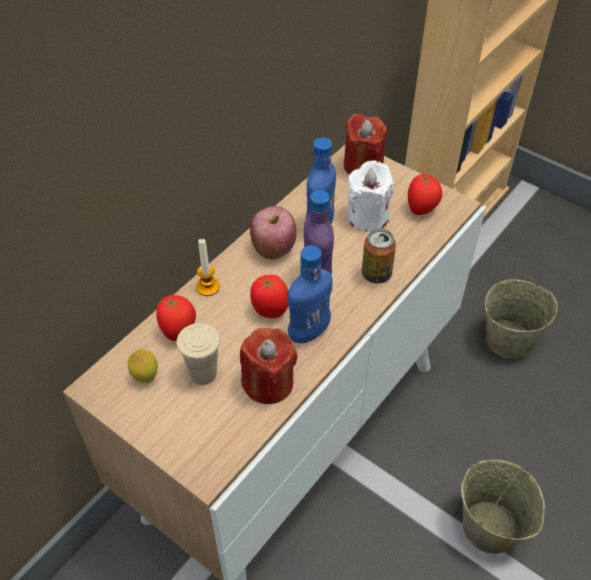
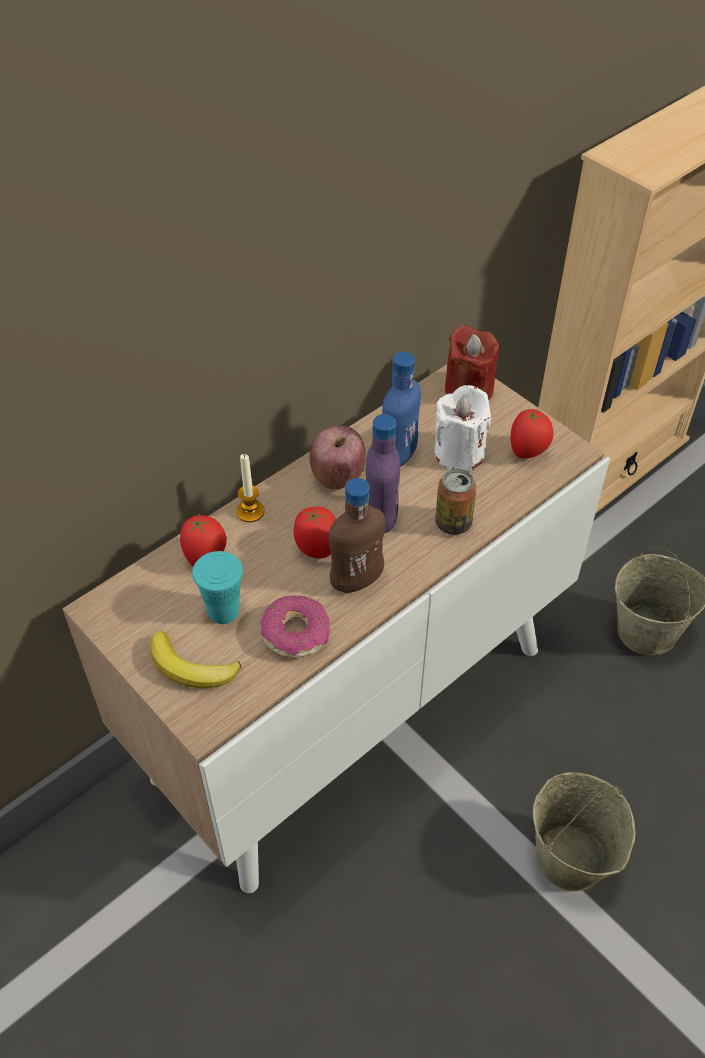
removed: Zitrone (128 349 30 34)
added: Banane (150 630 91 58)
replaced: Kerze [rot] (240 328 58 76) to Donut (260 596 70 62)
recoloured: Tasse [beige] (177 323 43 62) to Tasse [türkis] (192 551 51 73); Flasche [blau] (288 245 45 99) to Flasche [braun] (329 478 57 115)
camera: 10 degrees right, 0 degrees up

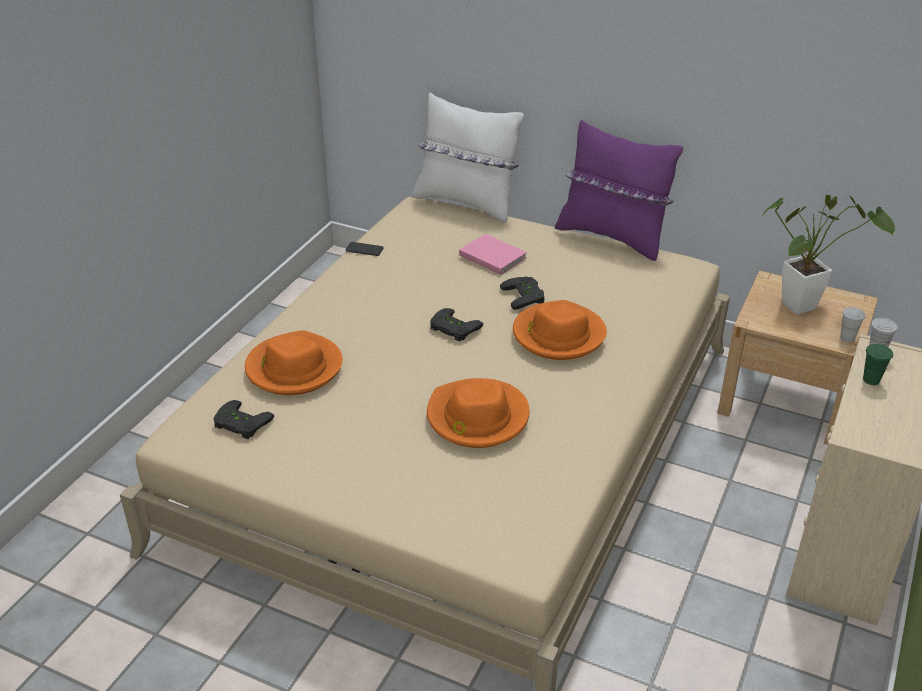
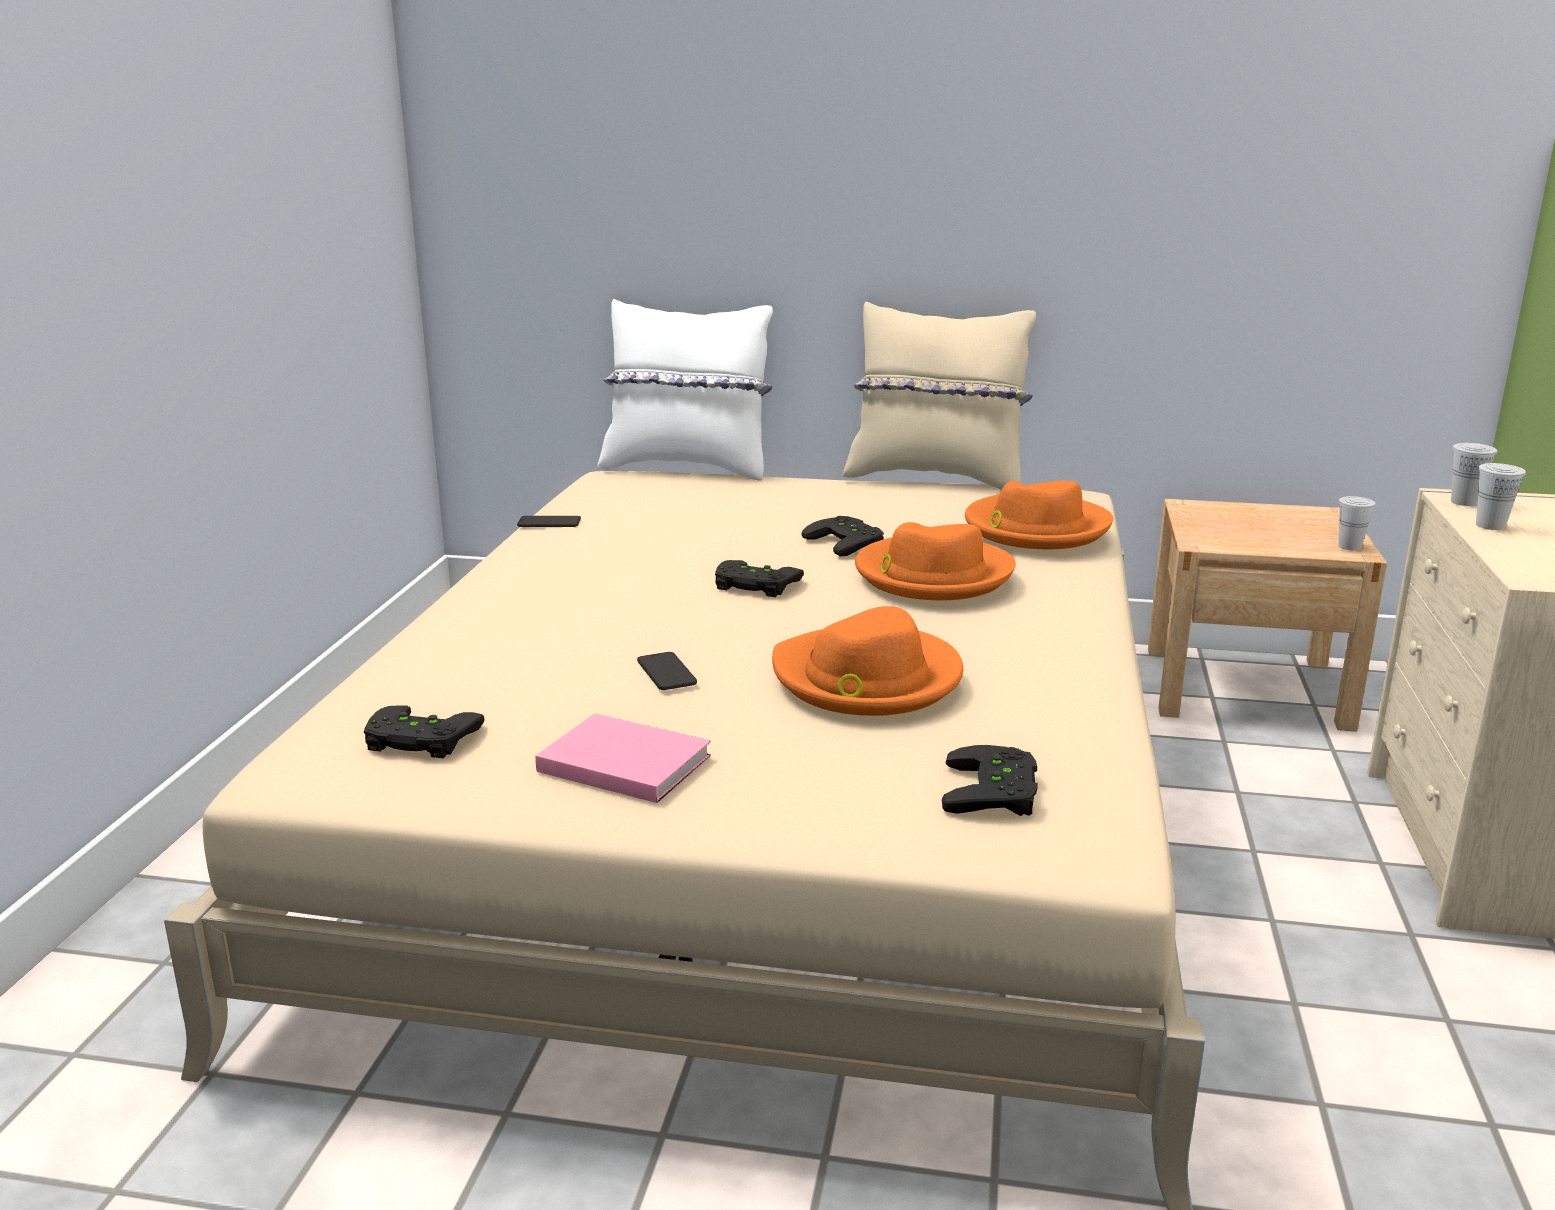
removed: Topfpflanze (762 195 133 120)
added: Handy (637 652 60 38); Gamepad [schwarz] (942 745 96 71)
moved: Buch [rosa] (459 234 68 41) to (535 713 176 90); Hut [orange] (245 330 98 65) to (965 480 148 69)
recoloured: Kissen [lila] (555 120 128 141) to Kissen [beige] (843 302 193 188); Tasse [grün] (863 344 30 41) to Tasse [weiß] (1476 463 50 67)
camera: 15 degrees left, 15 degrees down

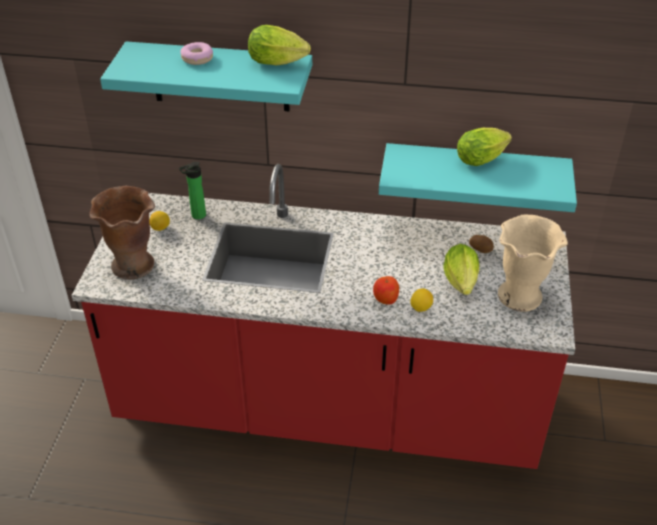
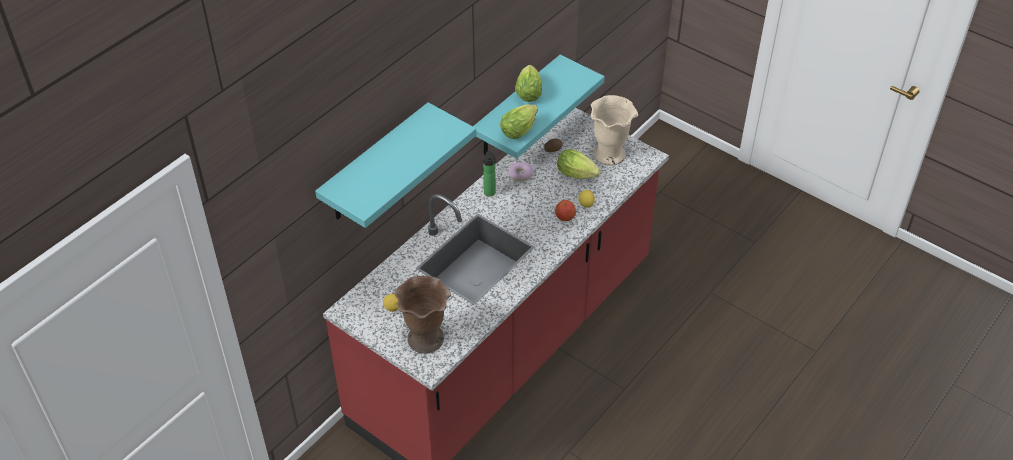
moved: Flasche (179 162 27 58) to (483 150 13 47); Salatkopf (248 25 63 40) to (500 105 38 34); Donut (180 42 33 23) to (508 162 25 20)
camera: 60 degrees left, 5 degrees up

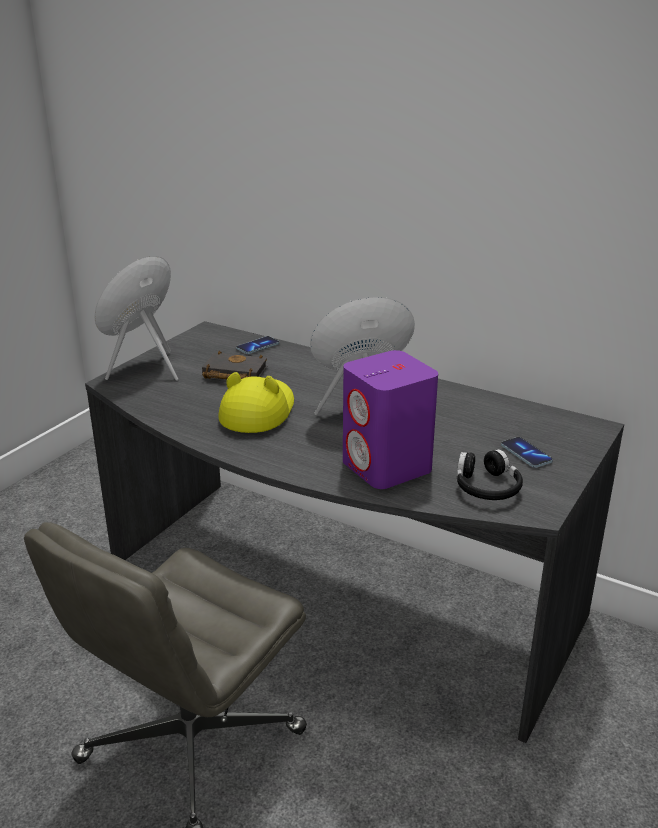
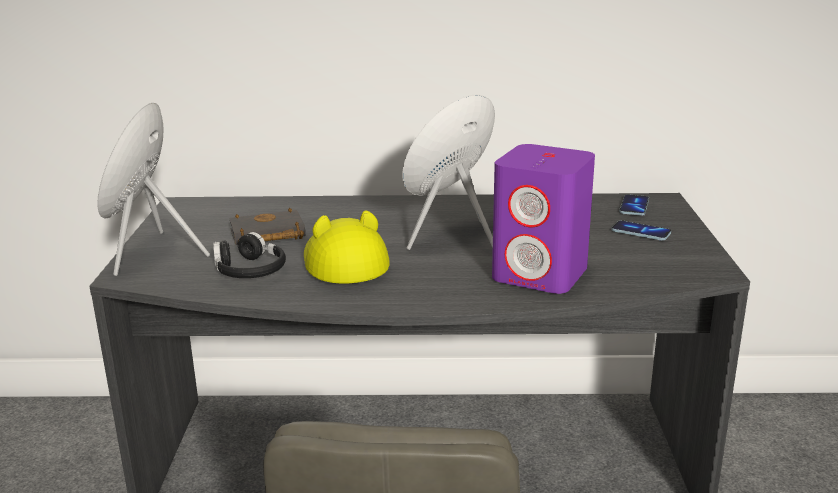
moved: Kopfhörer [schwarz] (457 449 66 51) to (213 232 73 46); Handy (236 336 43 18) to (619 194 30 22)
camera: 30 degrees left, 5 degrees down

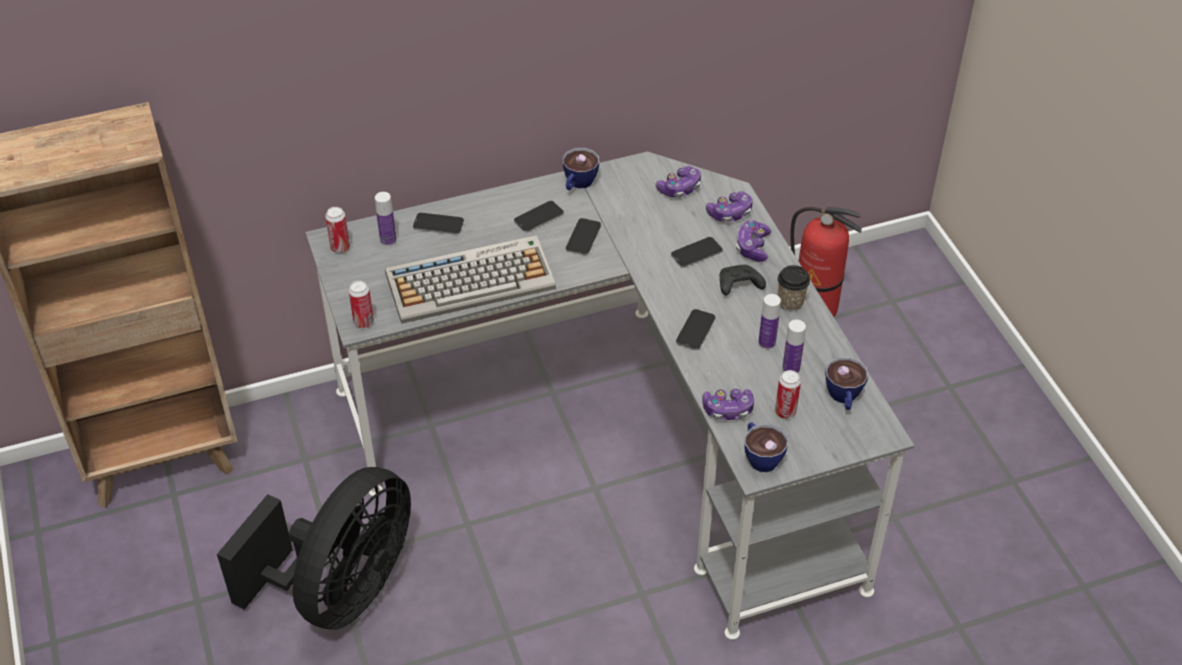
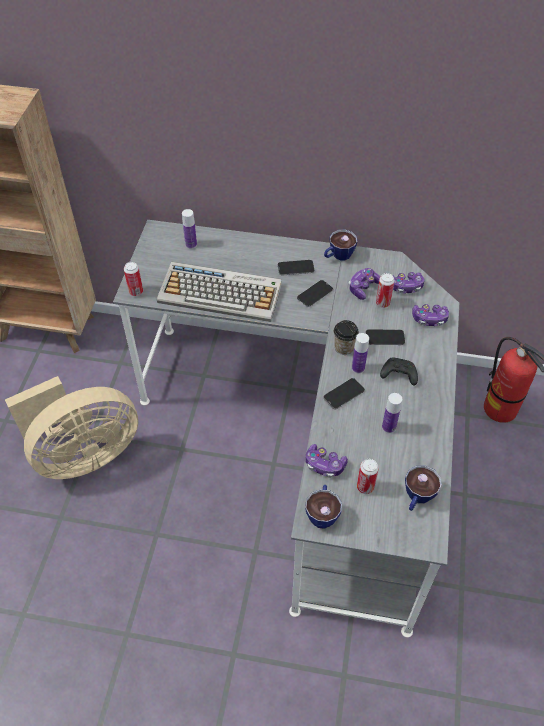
removed: Handy (413 213 51 22)
moved: Tasse (778 265 32 47) to (334 320 25 35); Gamepad (736 220 36 42) to (349 268 31 32); Flasche (782 320 24 53) to (352 333 17 41); Dose (325 207 25 46) to (376 273 19 35)
recoloured: Ventilator [schwarz] (217 467 194 163) to Ventilator [beige] (5 376 133 103)
camera: 30 degrees right, 5 degrees up

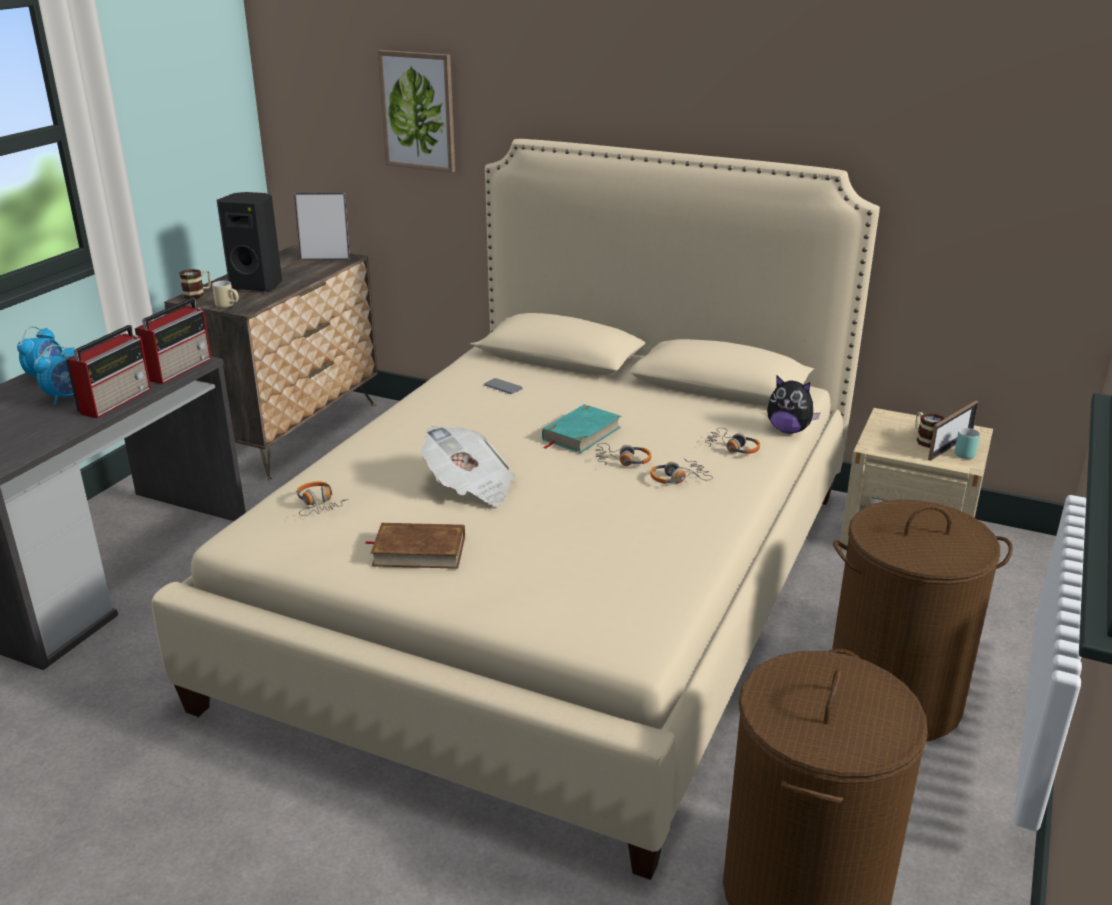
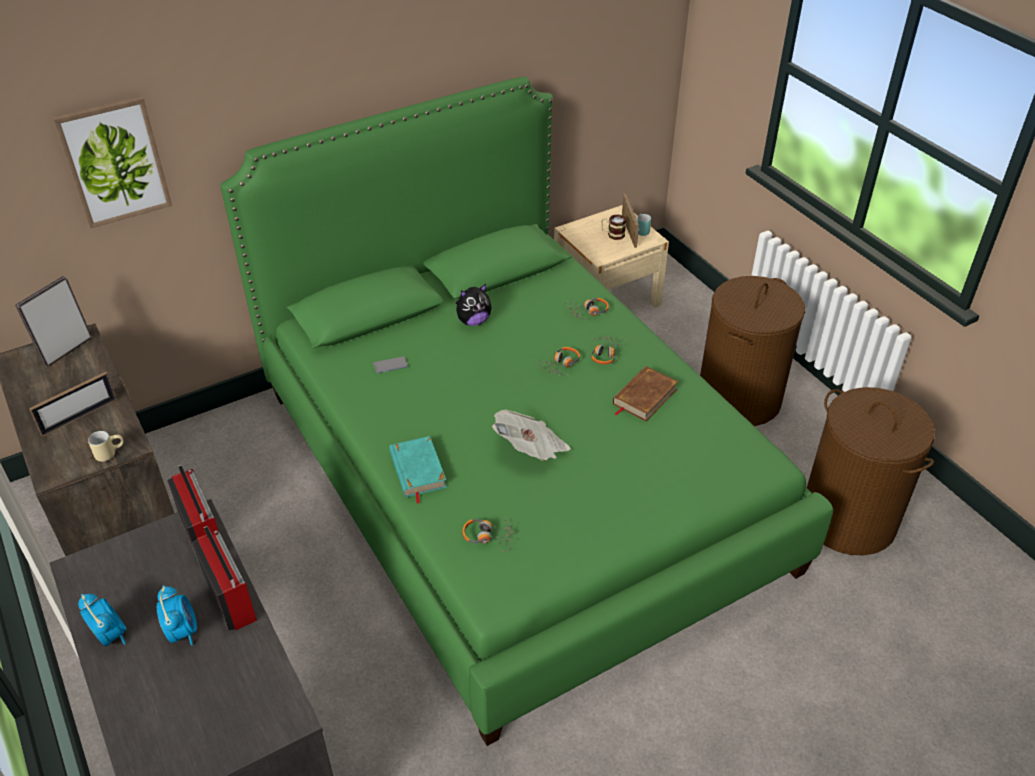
removed: Henkelbecher (179 269 32 30)
moved: Buch [türkis] (542 404 79 49) to (389 436 58 68); Plüschtier (767 376 53 57) to (456 284 36 42); Buch [braun] (365 523 100 46) to (613 366 65 55)
replaced: Lautsprecher [schwarz] (217 192 65 99) to Bilderrahmen (29 372 88 65)
recoloured: Bett [beige] (151 139 729 741) to Bett [grün] (220 77 613 669)
camera: 55 degrees left, 15 degrees up

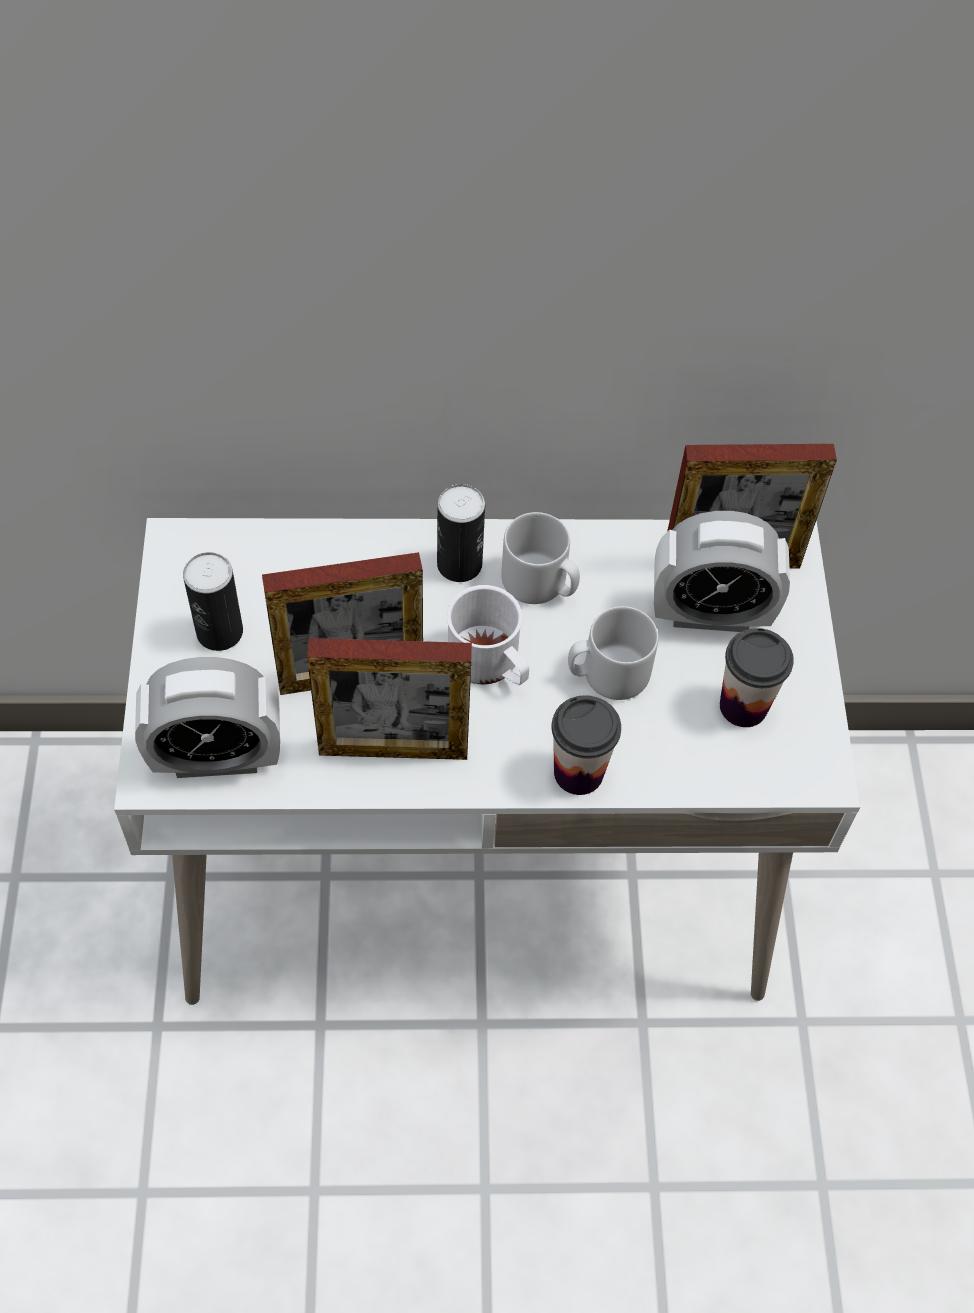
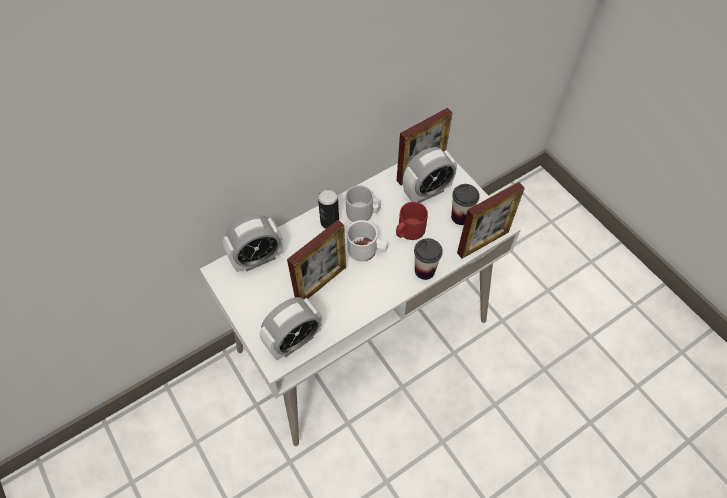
removed: Dose (183 552 60 99)
added: Wecker (223 215 61 57)
moved: Bilderrahmen (307 638 165 122) to (457 182 68 77)
recoloured: Henkelbecher [grau] (568 606 90 94) to Henkelbecher [rot] (396 202 32 38)
camera: 30 degrees left, 0 degrees up

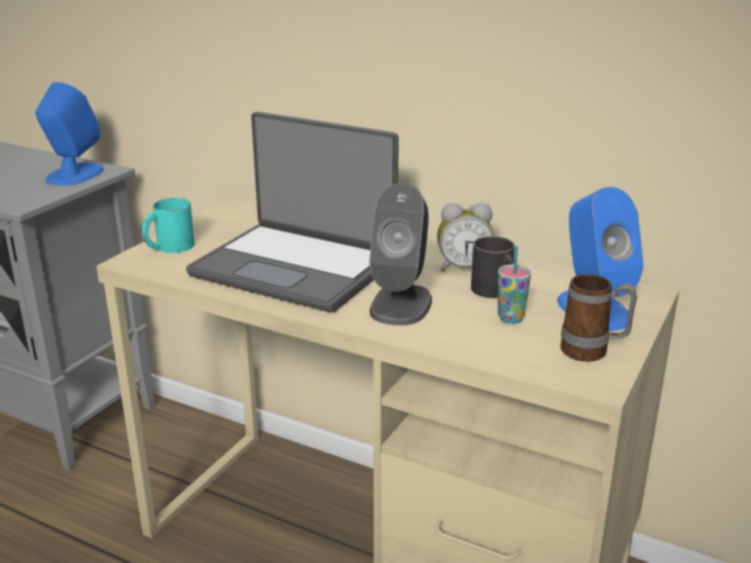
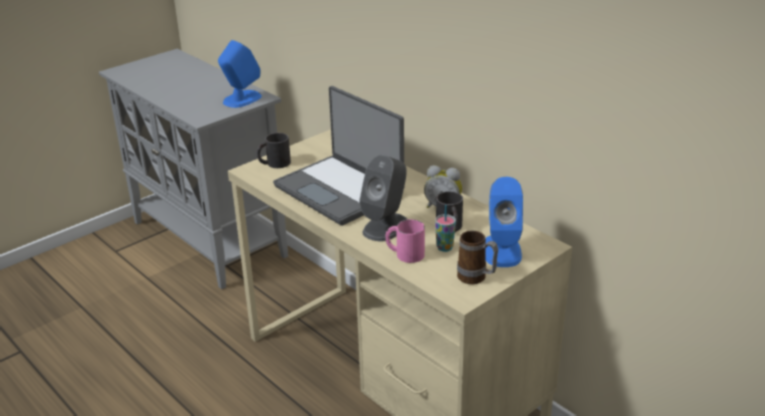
added: Henkelbecher [rosa] (385 219 40 44)
recoloured: Henkelbecher [türkis] (142 198 53 55) to Henkelbecher [schwarz] (257 133 34 35)
camera: 20 degrees right, 5 degrees up

